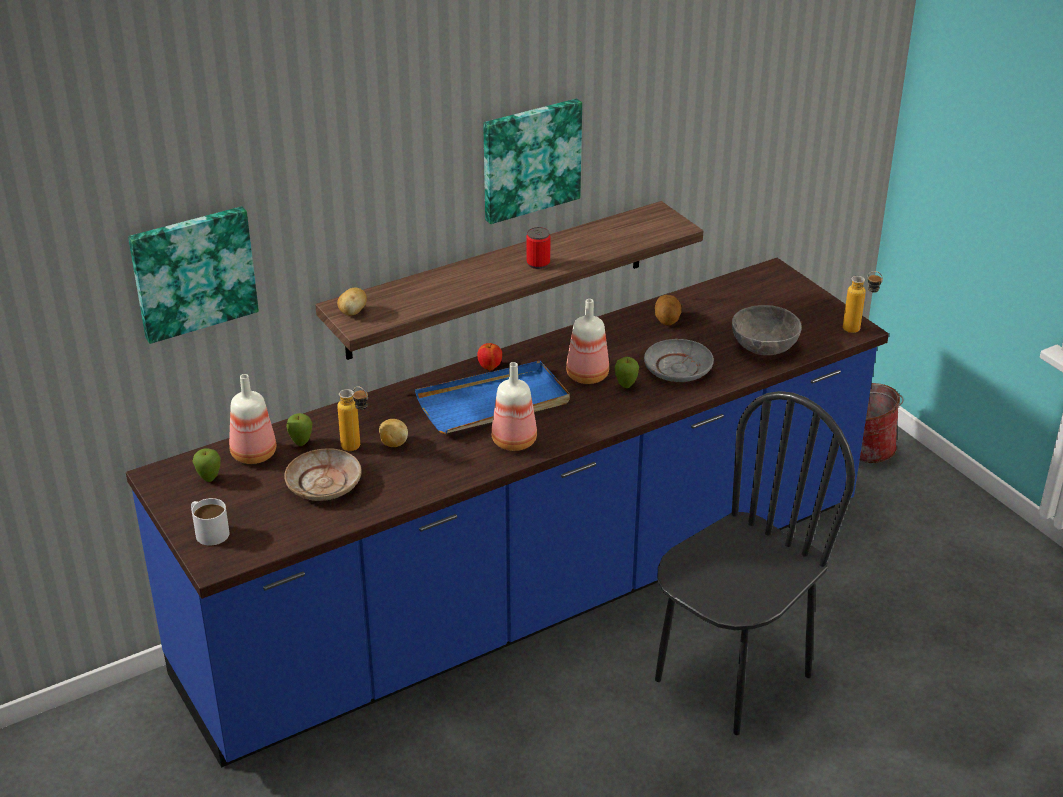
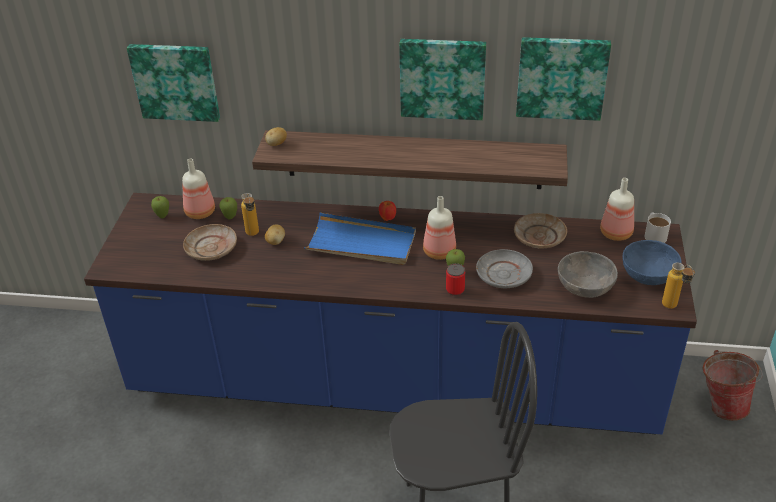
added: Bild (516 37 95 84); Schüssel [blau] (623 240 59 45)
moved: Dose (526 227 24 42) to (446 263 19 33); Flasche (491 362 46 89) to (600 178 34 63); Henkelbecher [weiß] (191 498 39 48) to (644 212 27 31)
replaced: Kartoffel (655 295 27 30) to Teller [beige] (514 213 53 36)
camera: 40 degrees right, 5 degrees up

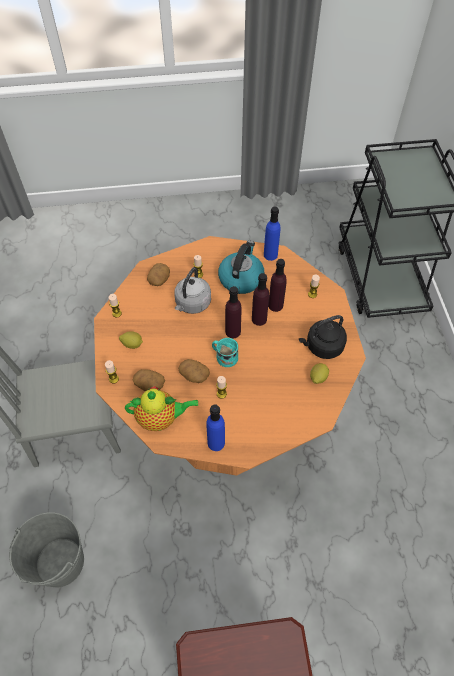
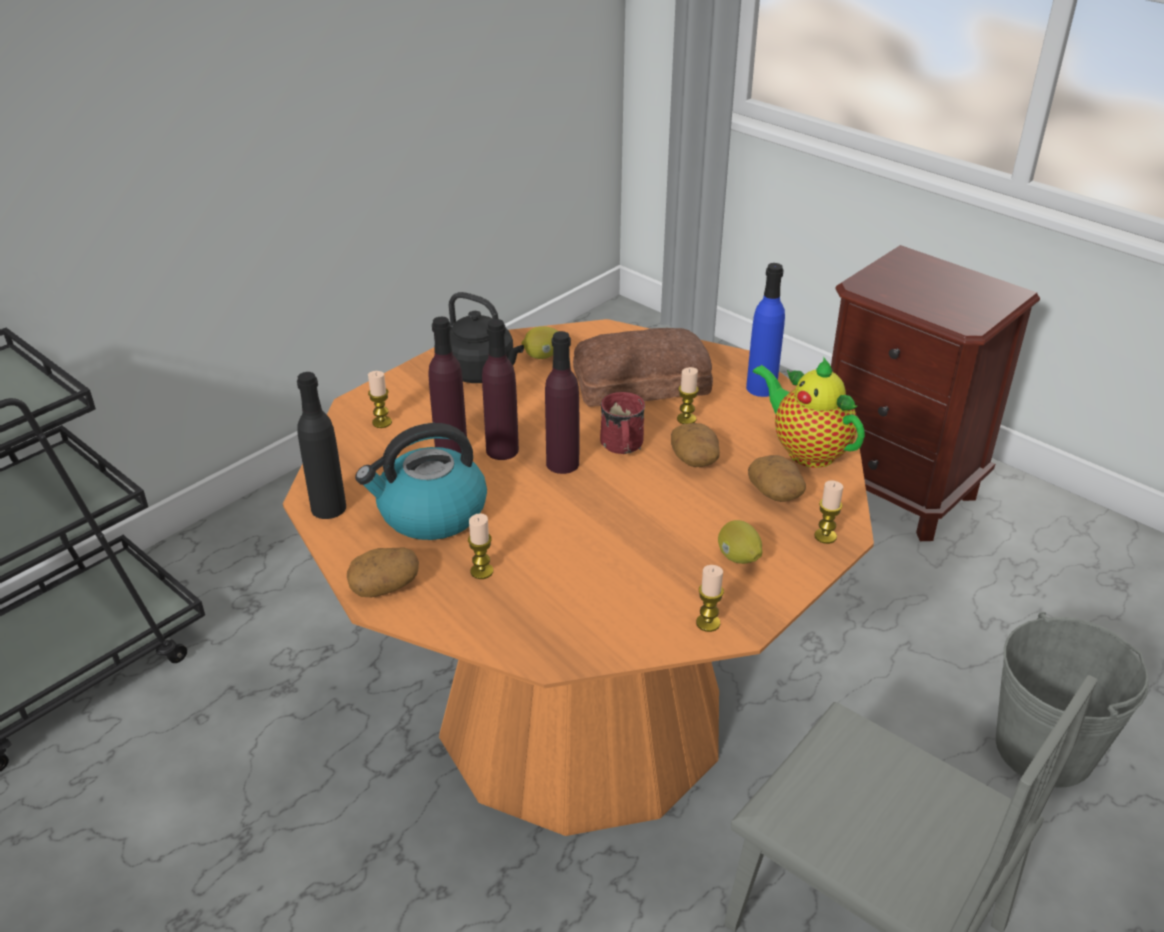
removed: Wasserkessel [grau] (174 267 37 47)
added: Brot (573 328 140 79)
moved: Kartoffel (147 263 23 23) to (347 547 72 50)
recoloured: Flasche [blau] (264 207 17 54) to Flasche [schwarz] (297 372 49 147); Henkelbecher [türkis] (212 338 26 29) to Henkelbecher [rot] (600 392 45 62)
camera: 130 degrees left, 20 degrees down

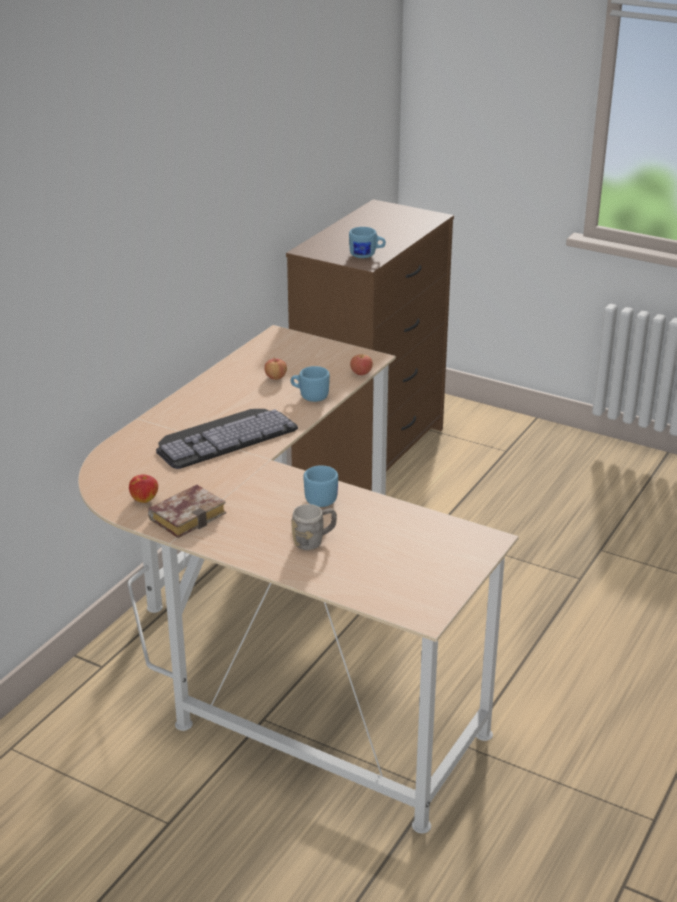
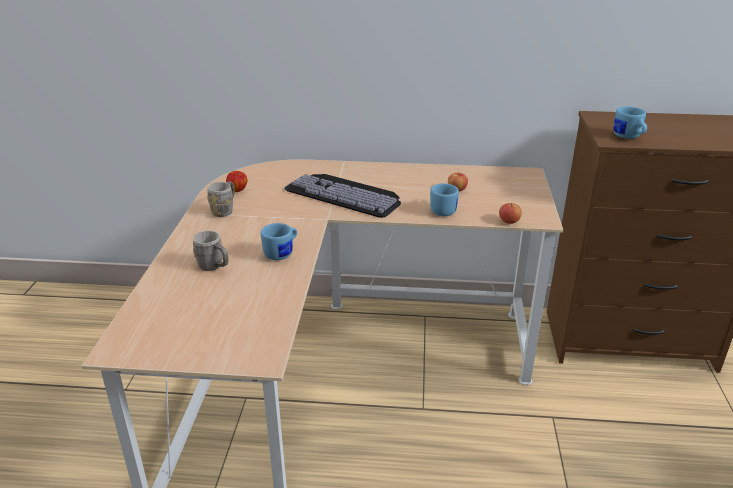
replaced: Buch (148 485 78 53) to Henkelbecher [grau] (207 181 27 36)
camera: 65 degrees right, 0 degrees up

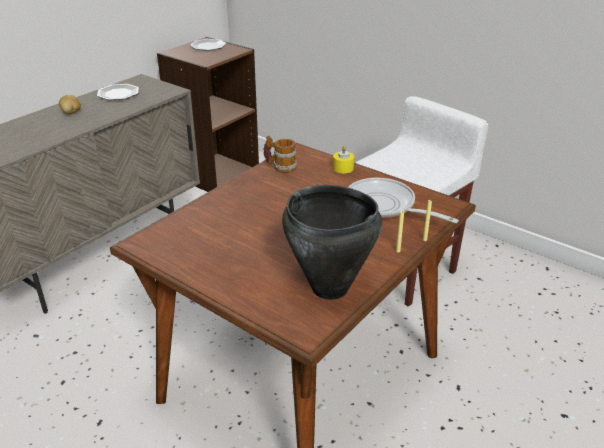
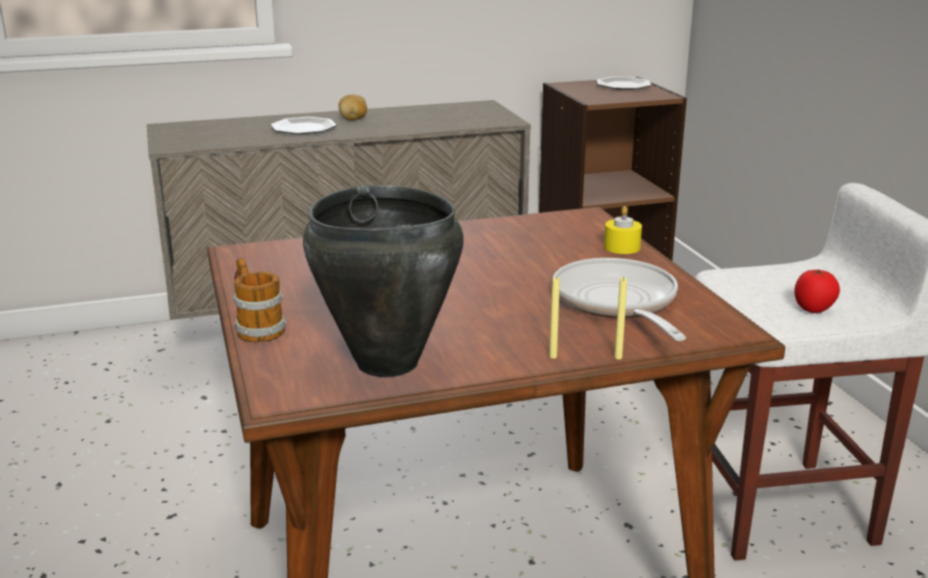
added: Tomate (794 270 46 43)
moved: Henkelbecher (263 136 34 37) to (233 258 54 84); Teller (97 84 42 16) to (271 117 66 17)
camera: 35 degrees right, 10 degrees down

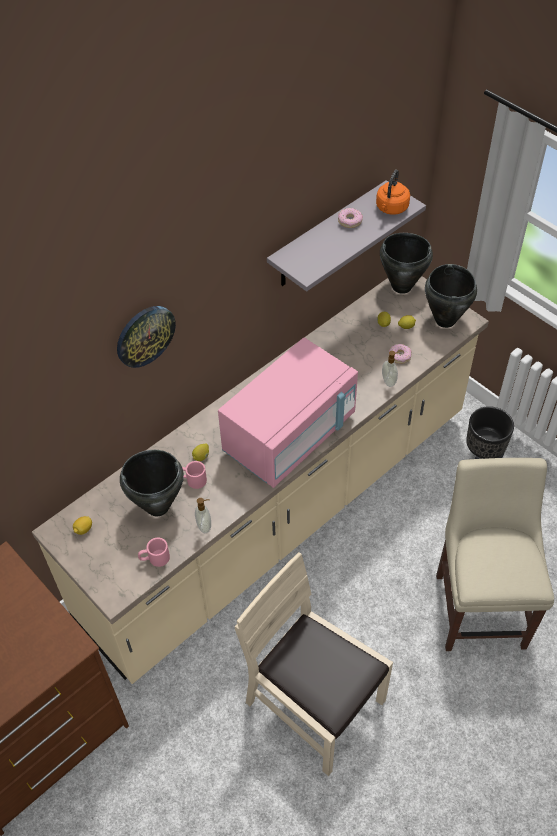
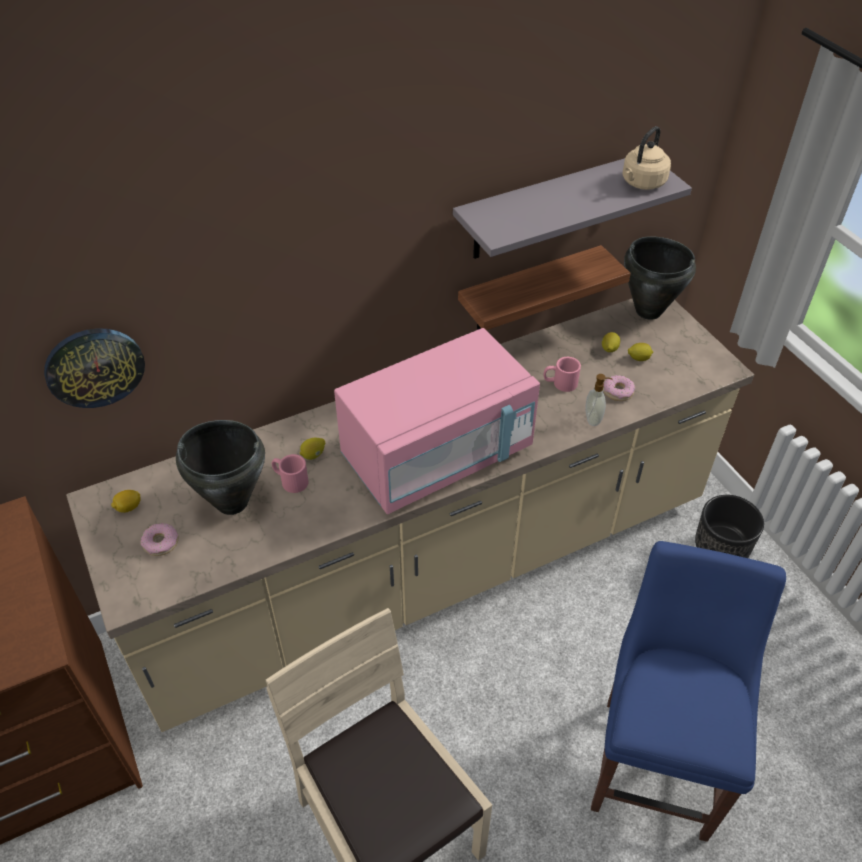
removed: Seifenspender (195 498 16 35); Kochtopf [schwarz] (425 264 52 64)
added: Wandregal (458 245 173 85)
moved: Wanduhr (117 306 59 62) to (44 328 101 80); Donut (338 208 25 20) to (141 523 38 33); Henkelbecher [rosa] (138 538 32 29) to (543 357 38 35)
recoloured: Stuhl [beige] (436 458 118 193) to Stuhl [blau] (591 541 195 301); Wasserkessel [orange] (376 170 34 45) to Wasserkessel [beige] (623 126 48 64)
camera: 15 degrees right, 5 degrees down

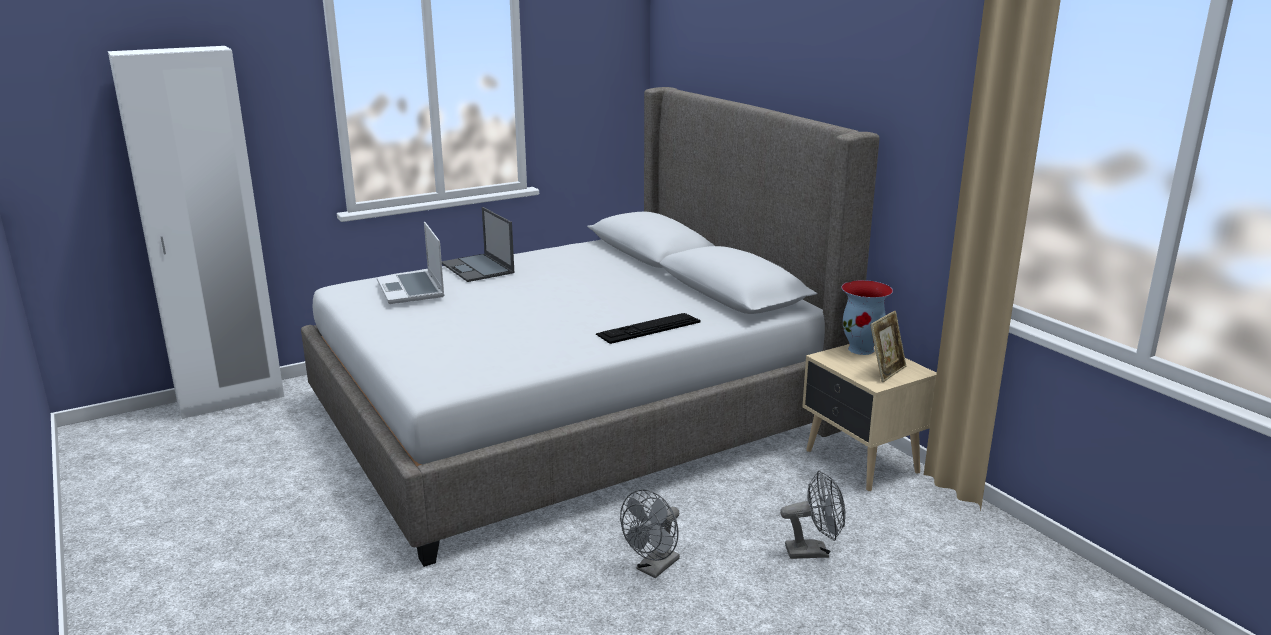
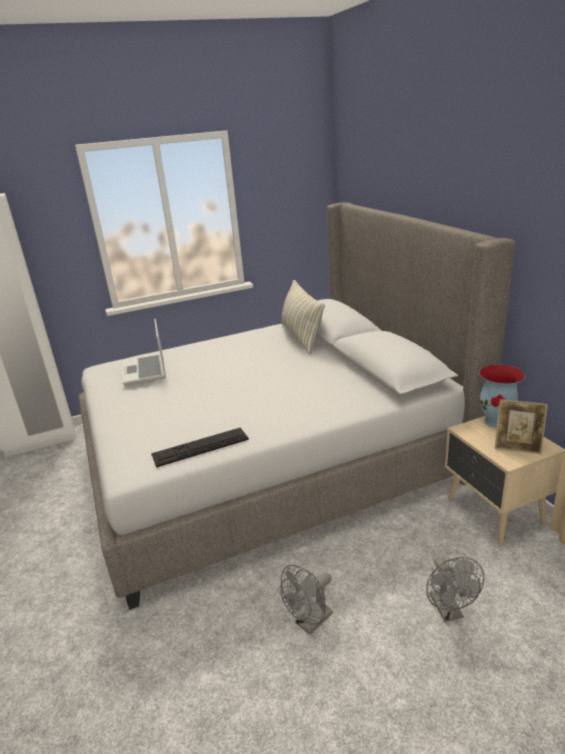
removed: Laptop (442 207 72 75)
added: Kissen (282 280 43 74)
moved: Tastatur (596 313 105 31) to (151 428 98 39)
turned: Ventilator [grau] (780 470 66 89) = (426 557 58 65) 75 degrees clockwise; Bilderrahmen (870 311 36 71) = (495 399 53 55) 60 degrees clockwise
camera: 10 degrees right, 5 degrees up

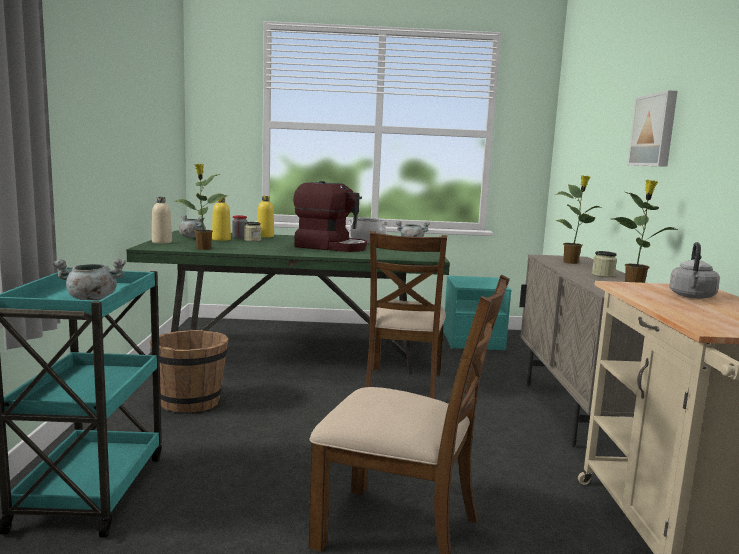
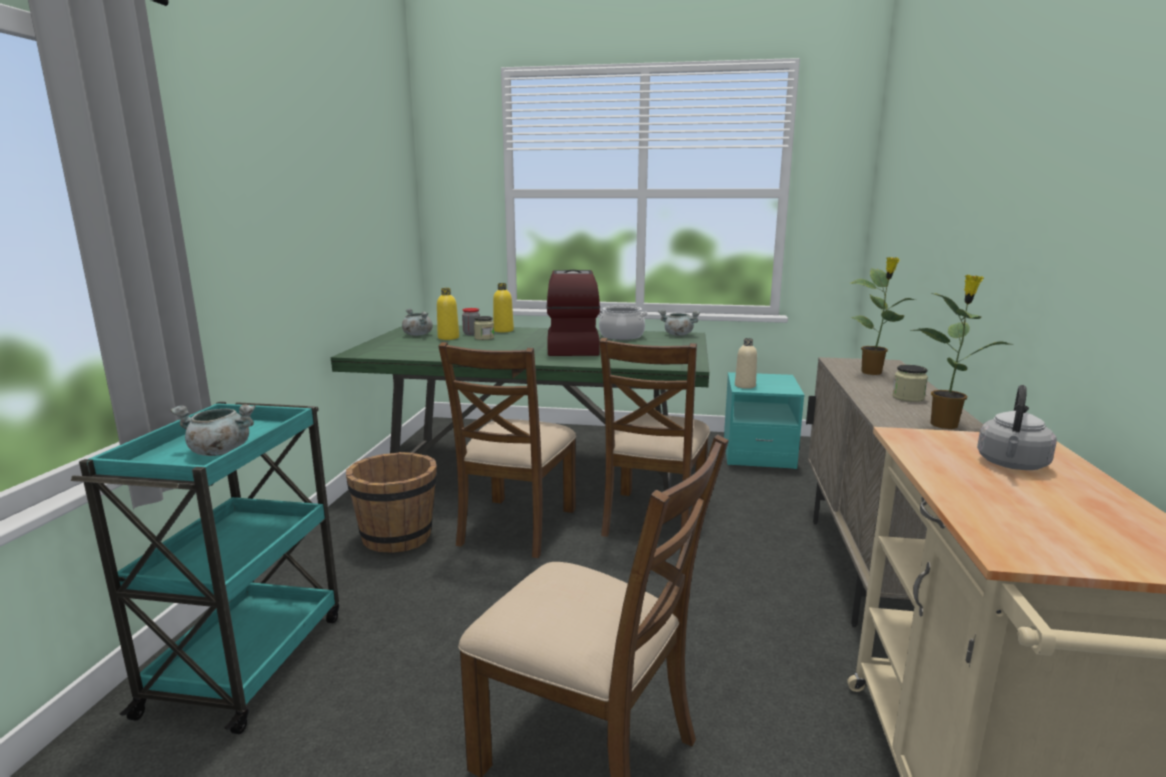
removed: Topfpflanze (175 164 52 86); Bild (627 90 51 77)
added: Stuhl [braun] (438 342 138 216)
moved: Flasche [beige] (152 197 20 47) to (735 338 22 51)
turned: Kaffeemaschine (293 181 74 71) = (546 270 54 86) 120 degrees counterclockwise
camera: 10 degrees right, 5 degrees up

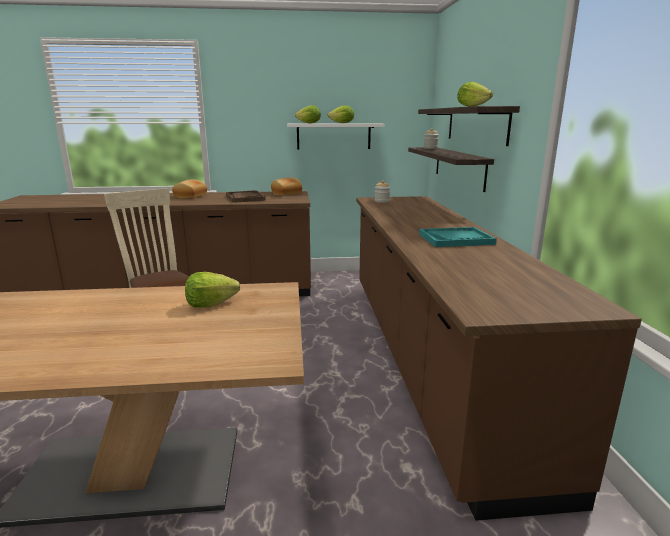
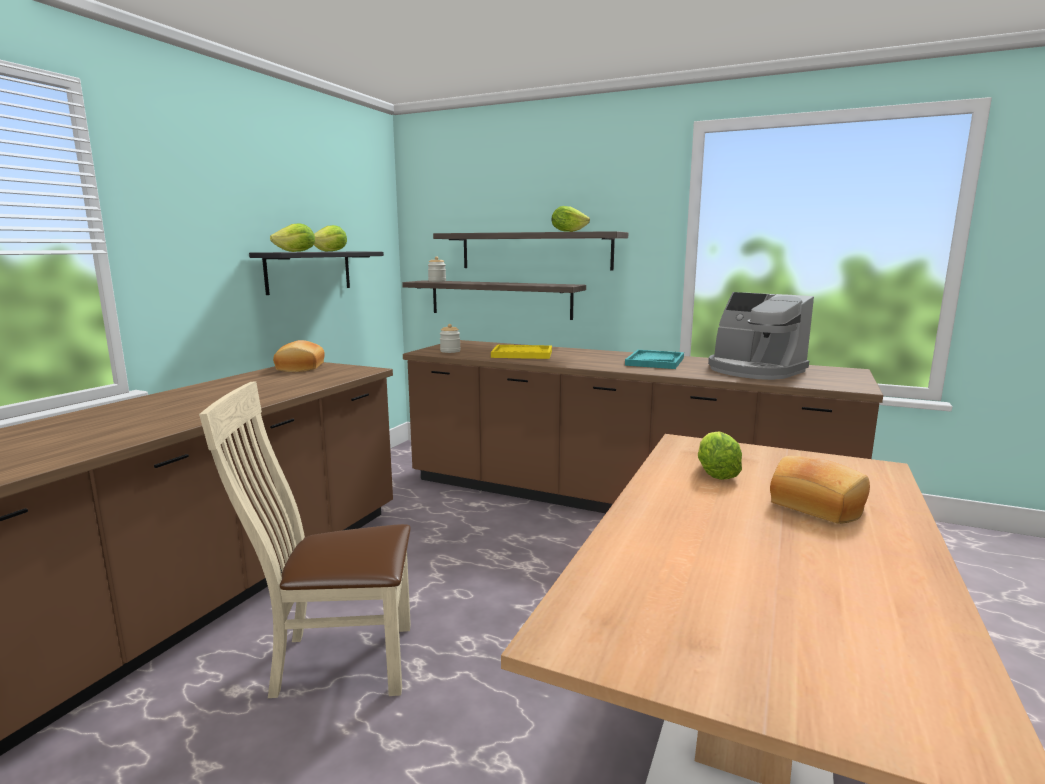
removed: Tablett [braun] (226 190 39 13)
added: Tablett [gelb] (491 345 61 14); Kaffeemaschine (708 292 106 88)
moved: Brot (172 179 35 20) to (770 456 100 68)
recoloured: Wandregal [weiß] (287 123 98 27) to Wandregal [schwarz] (249 252 135 43)
camera: 60 degrees left, 5 degrees down

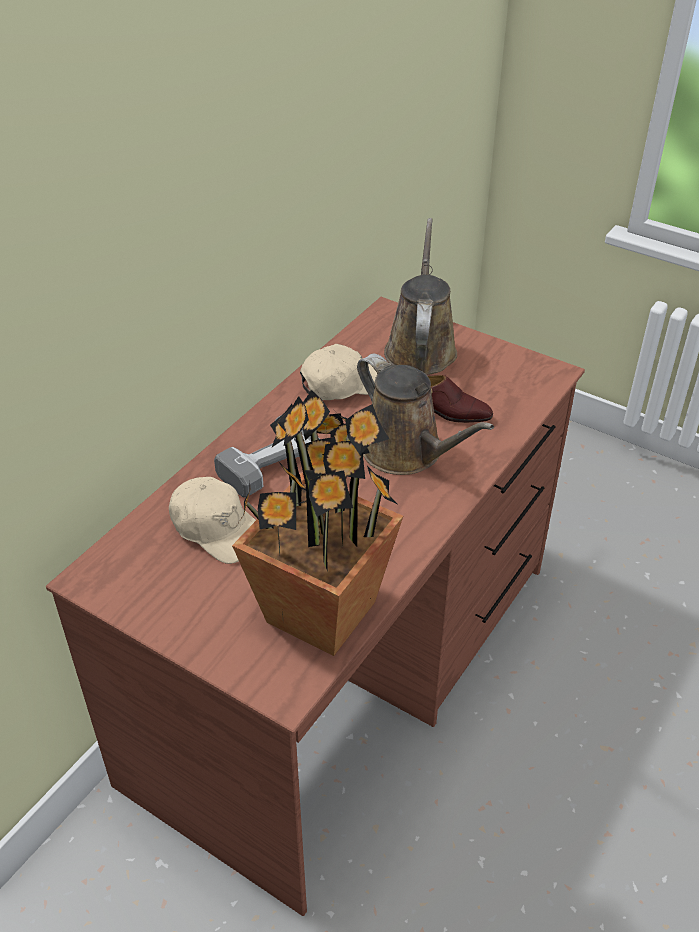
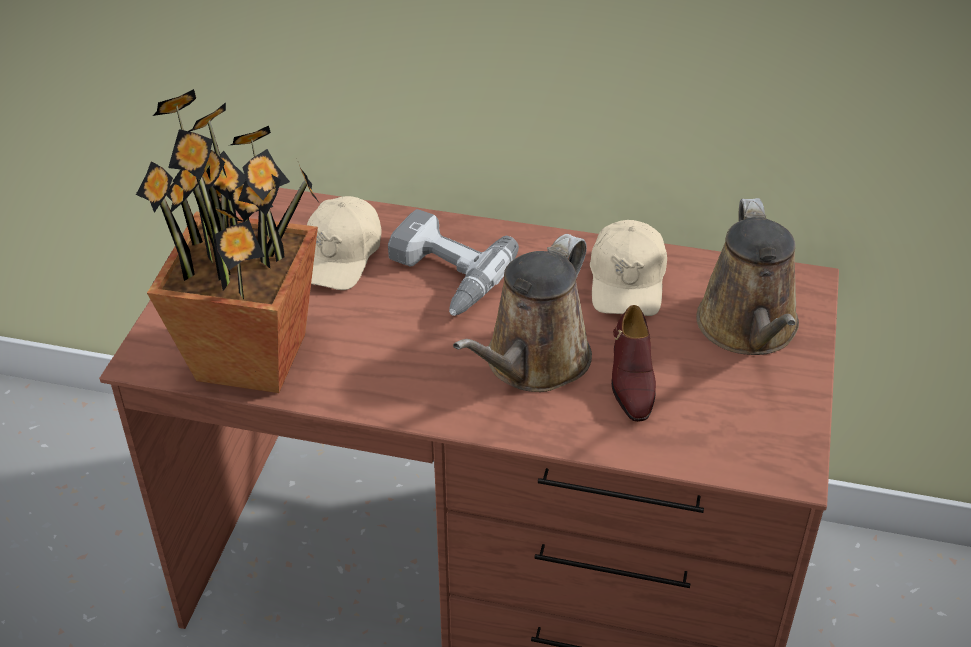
turned: Kappe [beige] (300 344 77 56) = (590 220 77 96) 45 degrees clockwise; Gießkanne [braun] (384 218 73 157) = (696 198 103 157) 105 degrees clockwise
camera: 70 degrees right, 0 degrees up

